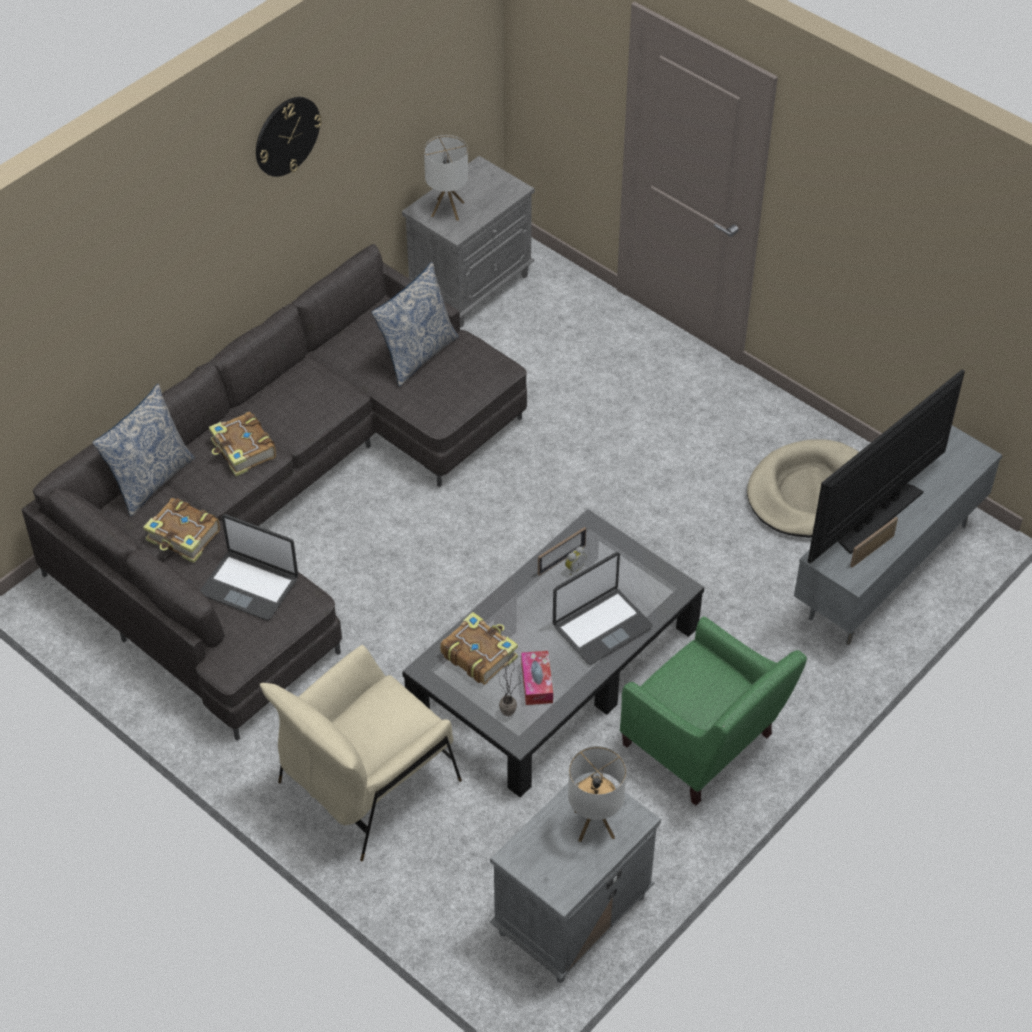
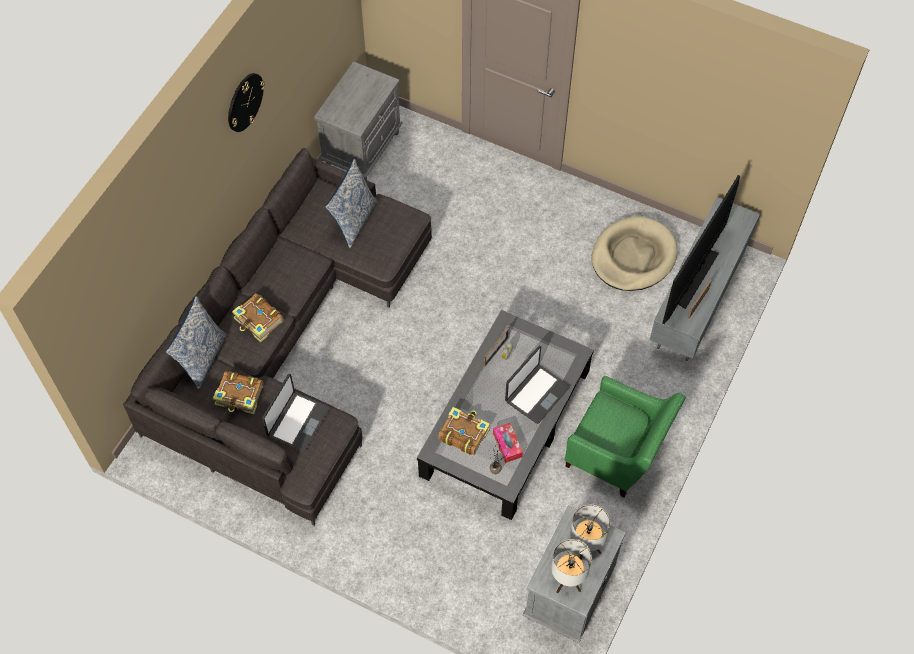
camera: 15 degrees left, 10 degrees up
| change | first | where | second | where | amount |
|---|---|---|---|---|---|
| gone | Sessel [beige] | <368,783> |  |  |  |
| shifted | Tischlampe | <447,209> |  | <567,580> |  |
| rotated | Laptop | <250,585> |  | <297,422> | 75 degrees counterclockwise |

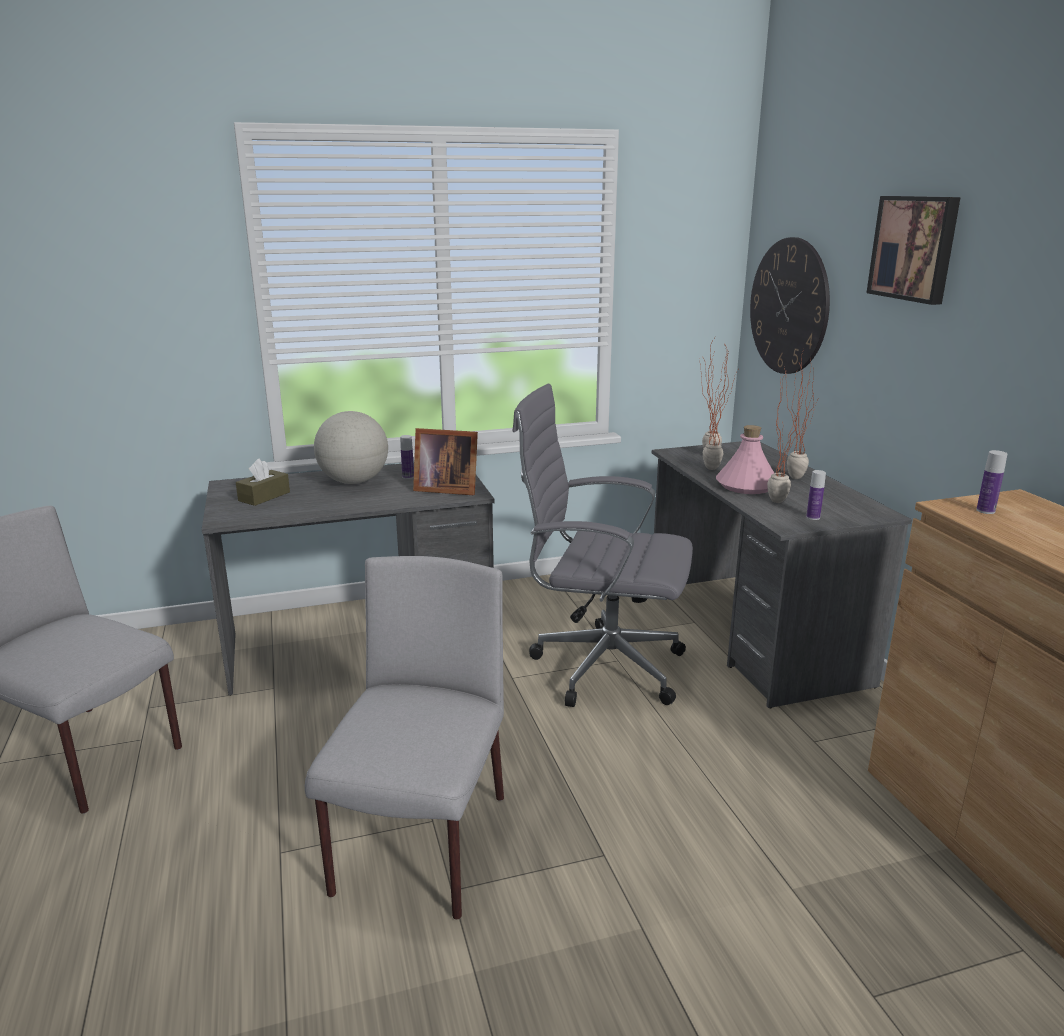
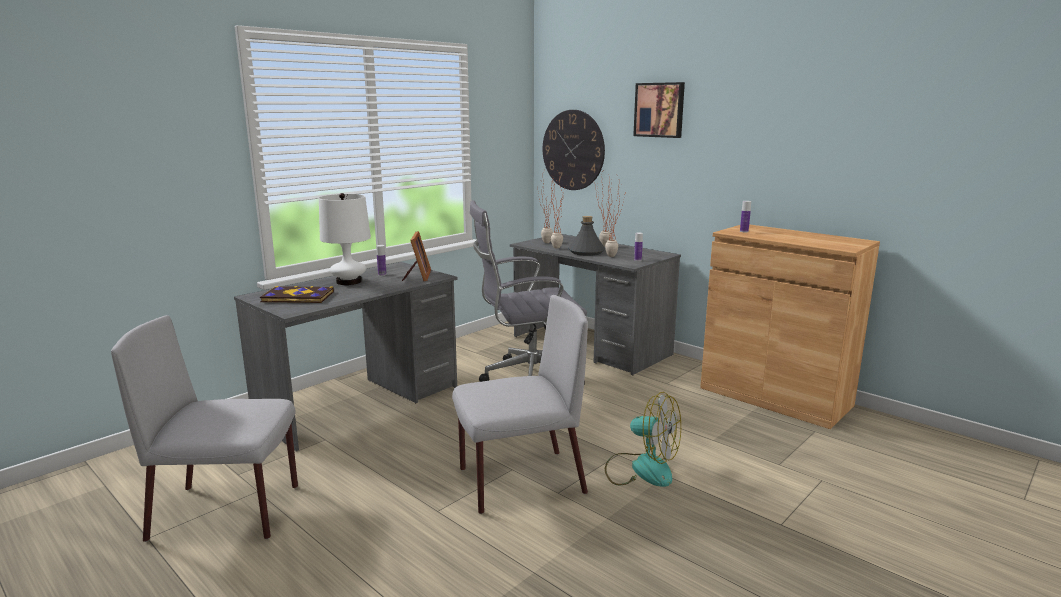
camera: 30 degrees left, 5 degrees down
| change | first | where | second | where | amount |
|---|---|---|---|---|---|
| new |  |  | Ventilator | <641,469> |  |
| swapped | Taschentuchbox [braun] | <264,496> | Buch | <297,297> |  |
| swapped | Globus | <354,481> | Tischlampe [weiß] | <349,281> |  |
| repainted | Flasche [rosa] | <746,485> | Flasche [grau] | <586,252> |  |
| rotated | Stuhl [grau] | <421,847> |  | <519,481> | 90 degrees clockwise |
| rotated | Bilderrahmen | <445,489> |  | <418,276> | 75 degrees counterclockwise |

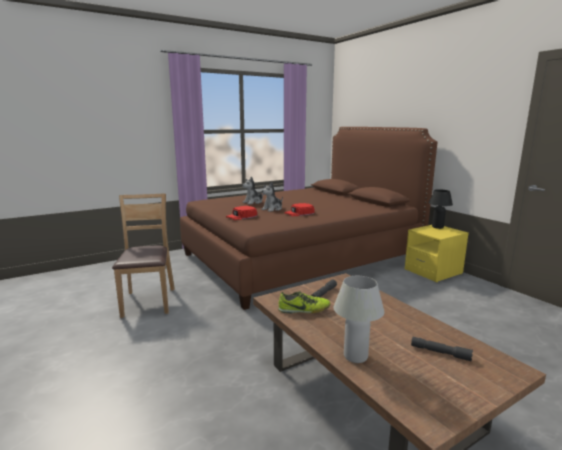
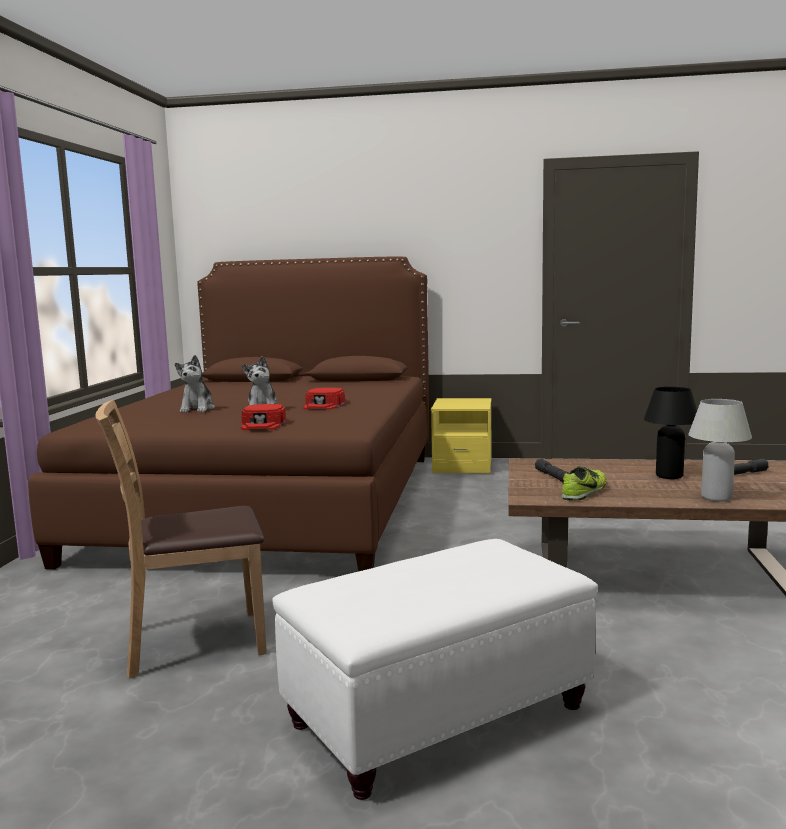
camera: 50 degrees left, 5 degrees down
| change | first | where | second | where | amount |
|---|---|---|---|---|---|
| new |  |  | Polsterhocker [weiß] | <440,715> |  |
| shifted | Tischlampe [schwarz] | <437,227> |  | <669,476> |  |
| rotated | Stuhl [braun] | <148,302> |  | <193,642> | 45 degrees counterclockwise |

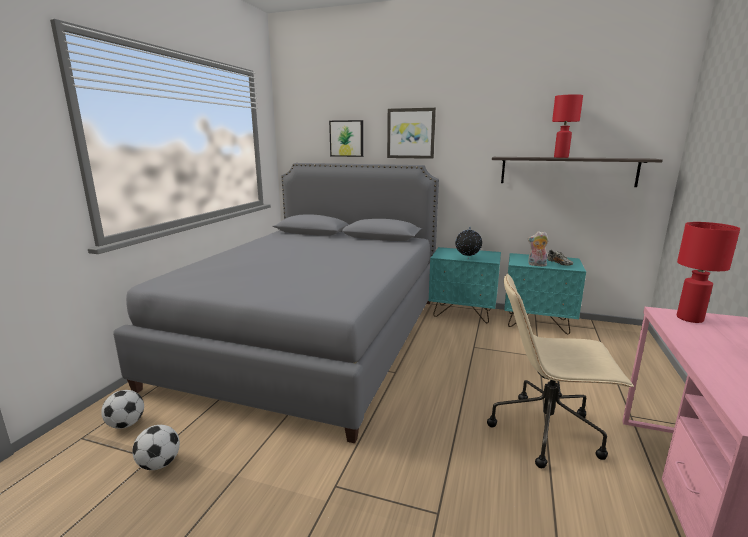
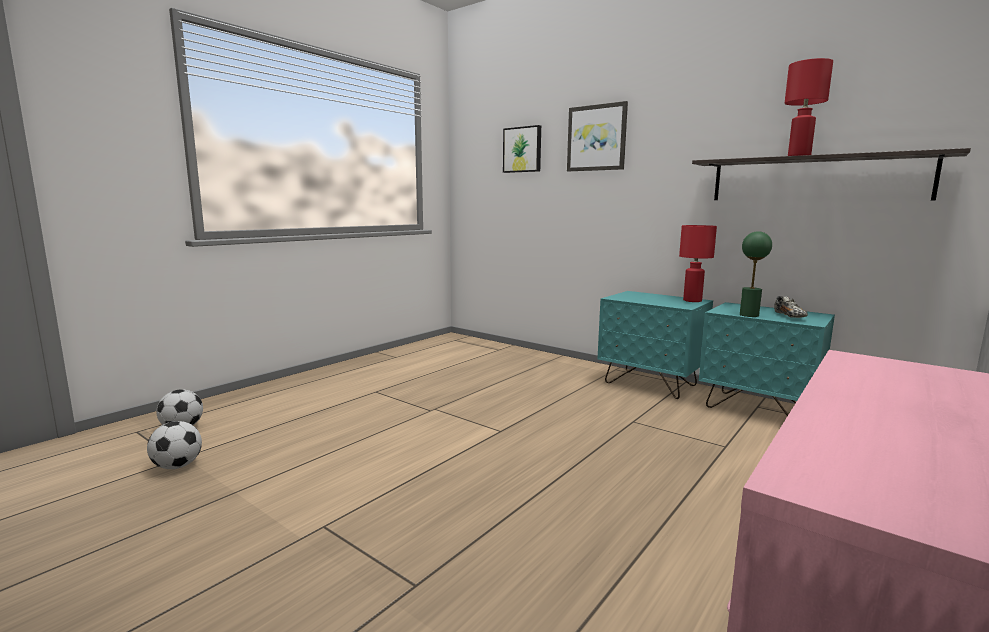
camera: 20 degrees right, 5 degrees down
| change | first | where | second | where | amount |
|---|---|---|---|---|---|
| gone | Bett [grau] | <313,337> |  |  |  |
| gone | Globus | <467,259> |  |  |  |
| gone | Bürostuhl [beige] | <547,431> |  |  |  |
| shifted | Tischlampe [rot] | <690,318> |  | <693,301> |  |
| swapped | Plüschtier | <536,265> | Tischlampe [grün] | <749,315> |  |

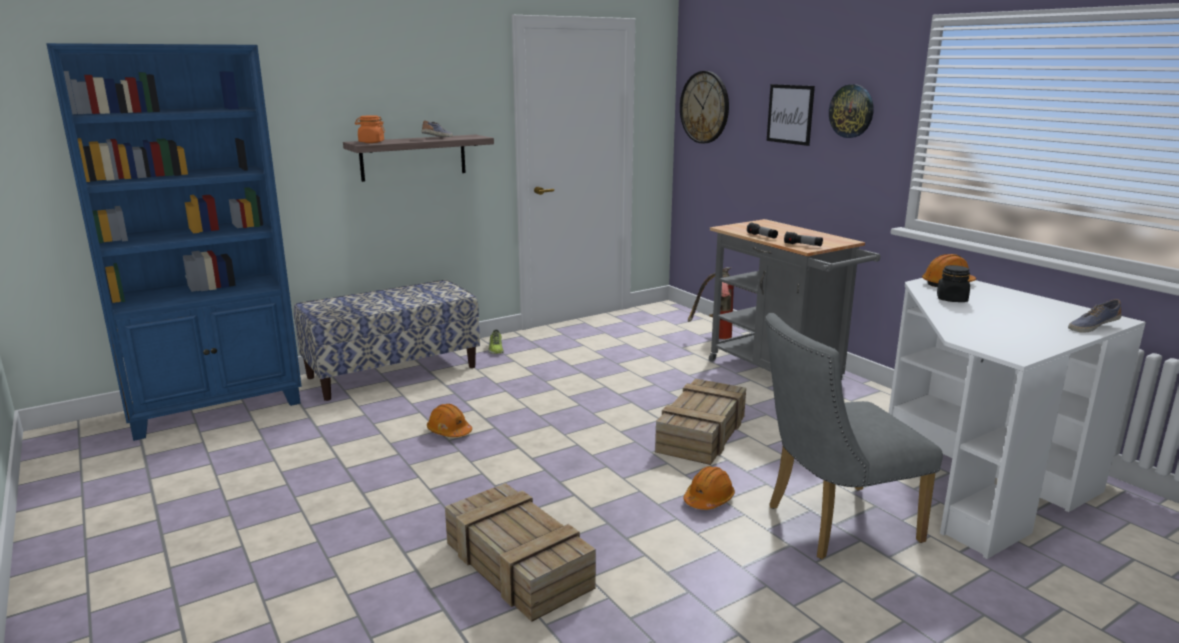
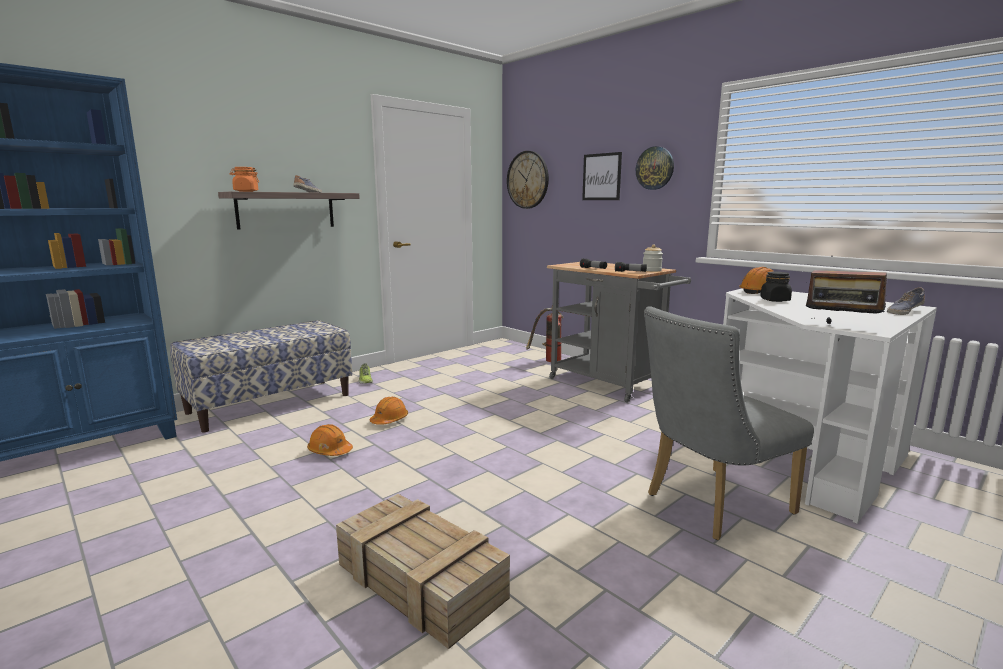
camera: 10 degrees left, 5 degrees down
| change | first | where | second | where | amount |
|---|---|---|---|---|---|
| gone | Kiste | <701,434> |  |  |  |
| new |  |  | Vorratsglas | <651,270> |  |
| new |  |  | Radio | <841,326> |  |
| shifted | Schutzhelm [orange] | <708,499> |  | <389,420> |  |

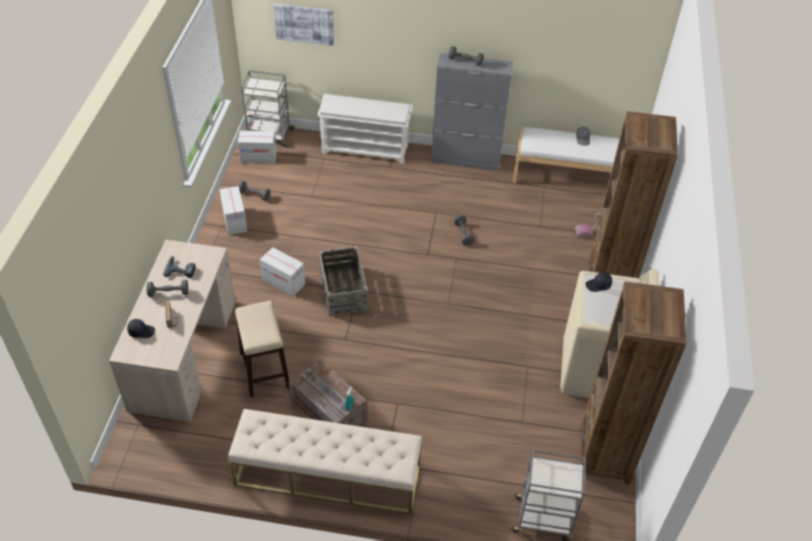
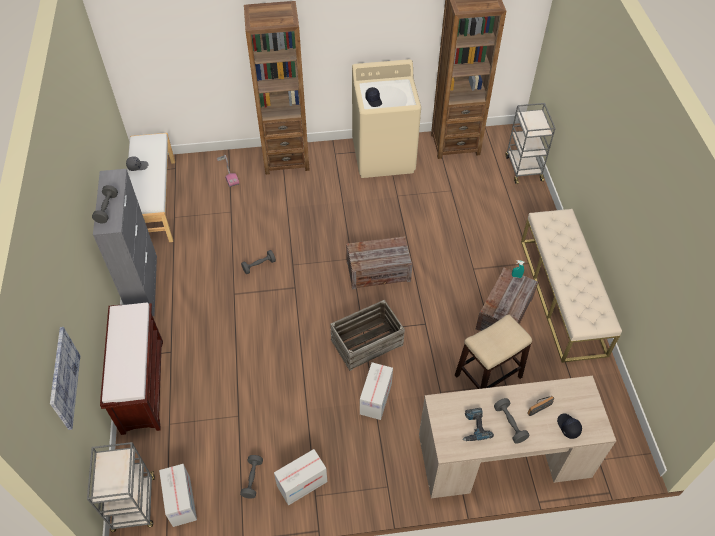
camera: 105 degrees left, 5 degrees up
| change | first | where | second | where | amount |
|---|---|---|---|---|---|
| new |  |  | Kiste | <378,271> |  |
| swapped | Schuhregal [weiß] | <366,149> | Bank [braun] | <142,385> |  |

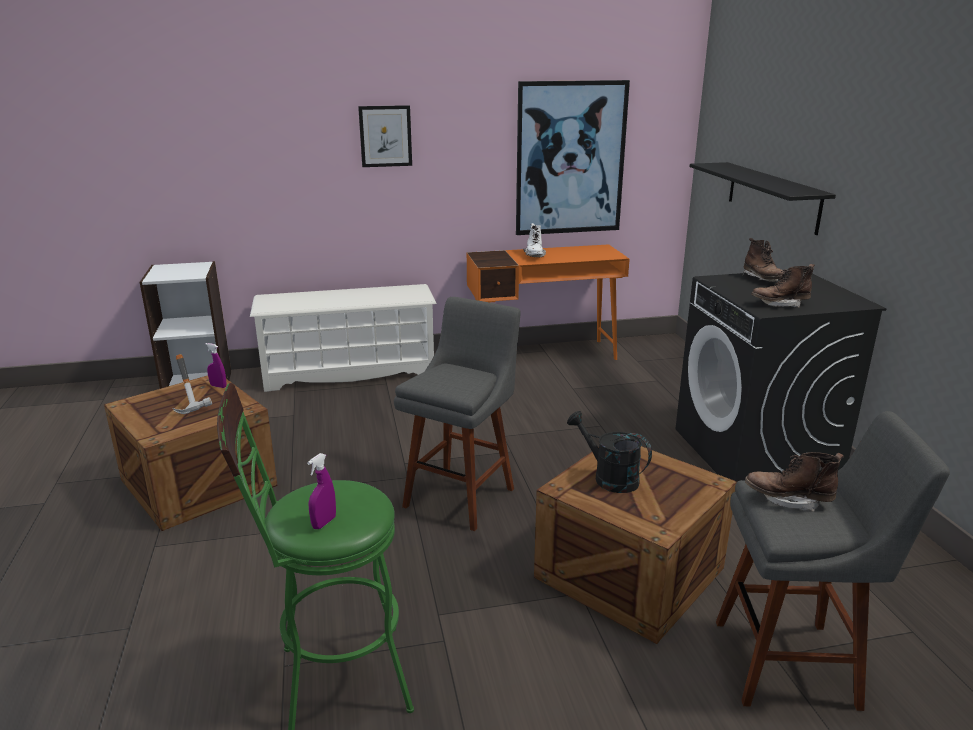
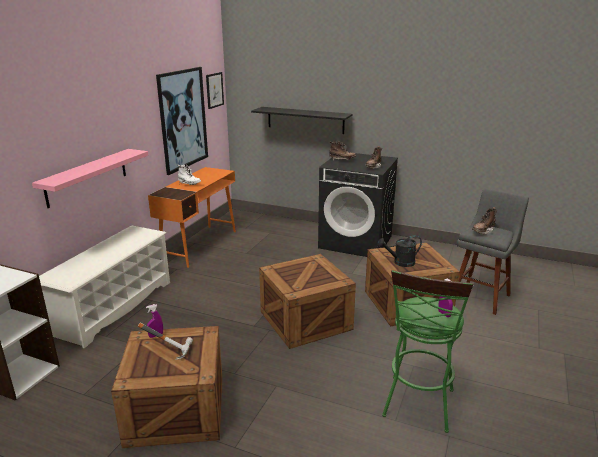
camera: 55 degrees left, 0 degrees up
| change | first | where | second | where | amount |
|---|---|---|---|---|---|
| new |  |  | Wandregal [rosa] | <87,177> |  |
| shifted | Bild | <385,136> |  | <214,90> |  |
| swapped | Hocker [grau] | <462,494> | Kiste | <306,319> |  |

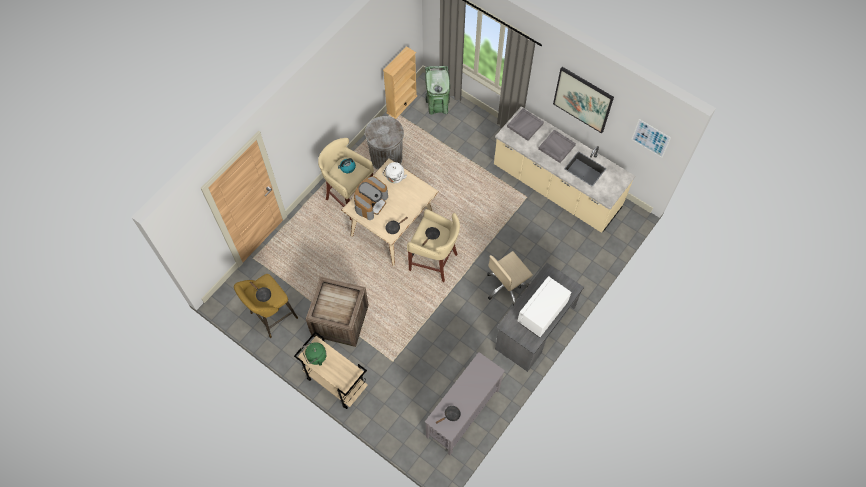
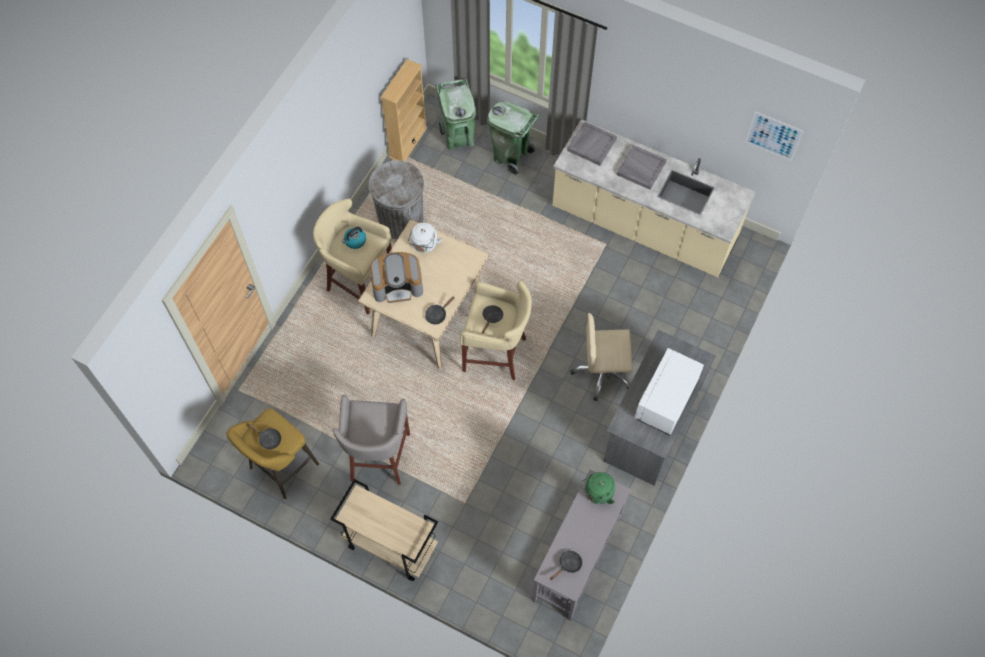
camera: 10 degrees left, 0 degrees up
| change | first | where | second | where | amount |
|---|---|---|---|---|---|
| gone | Bild | <583,99> |  |  |  |
| new |  |  | Mülleimer [grün] | <511,156> |  |
| shifted | Wasserkessel [grün] | <315,357> |  | <597,493> |  |
| swapped | Kiste | <339,321> | Hocker [grau] | <378,458> |  |
| rotated | Kaffeemaschine | <371,203> |  | <397,285> | 60 degrees clockwise |
| rotated | Bürostuhl [beige] | <507,286> |  | <603,372> | 45 degrees clockwise |

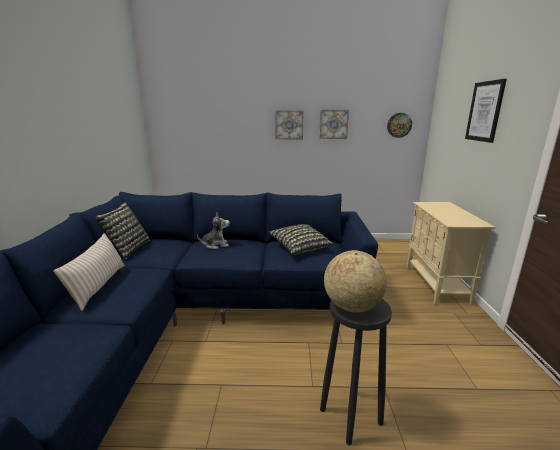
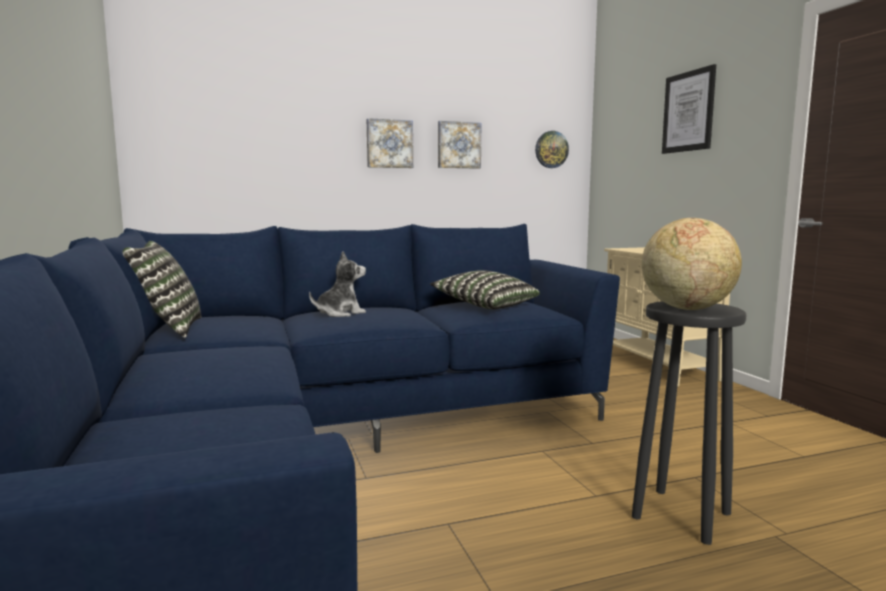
camera: 20 degrees left, 10 degrees down
| change | first | where | second | where | amount |
|---|---|---|---|---|---|
| gone | Kissen [beige] | <98,285> |  |  |  |

